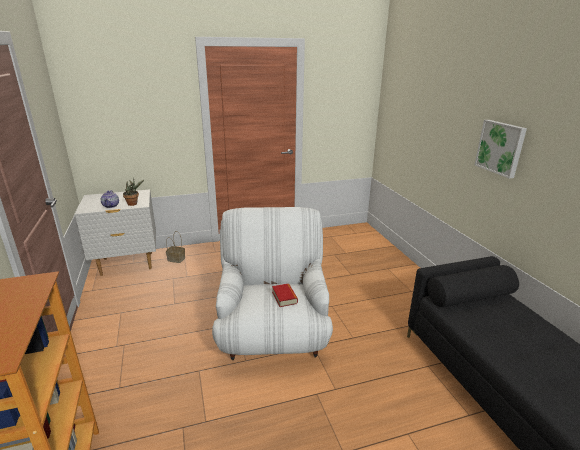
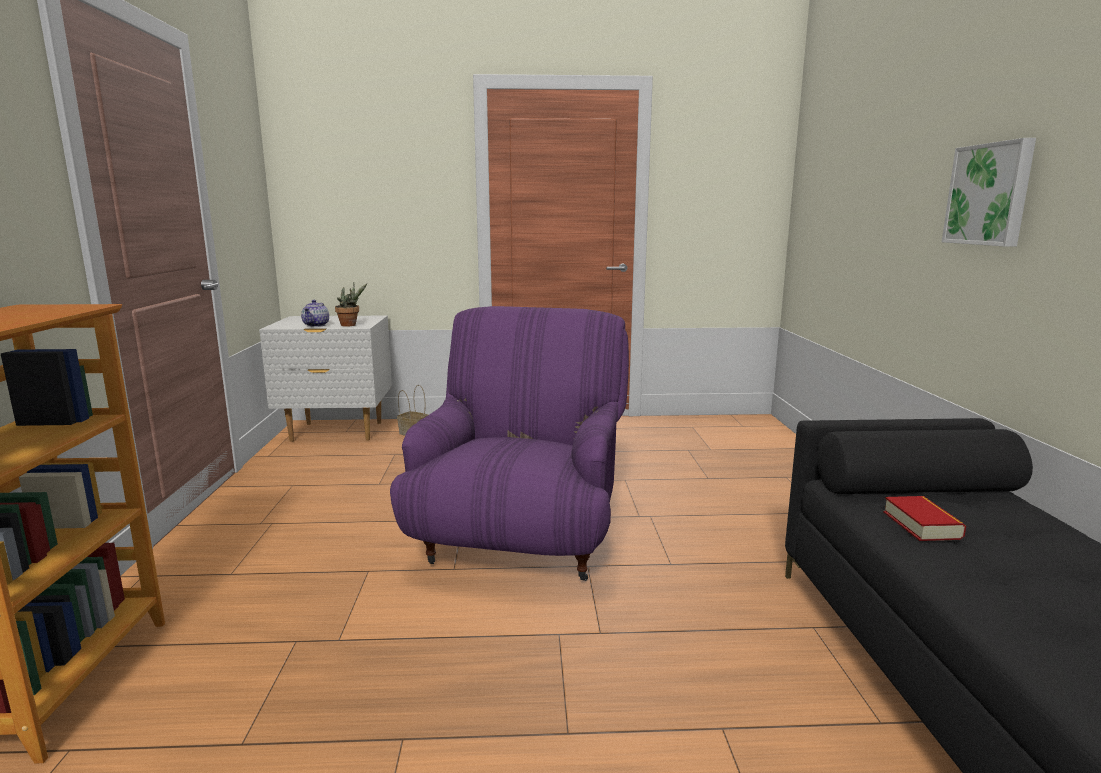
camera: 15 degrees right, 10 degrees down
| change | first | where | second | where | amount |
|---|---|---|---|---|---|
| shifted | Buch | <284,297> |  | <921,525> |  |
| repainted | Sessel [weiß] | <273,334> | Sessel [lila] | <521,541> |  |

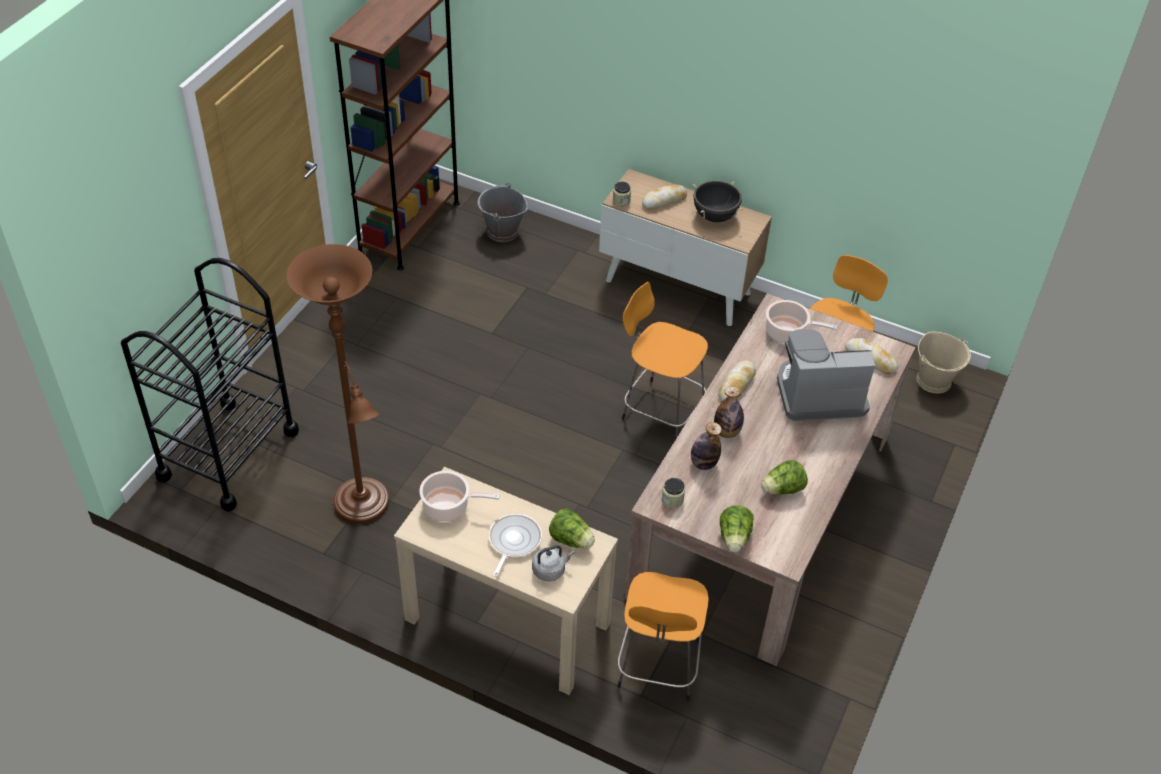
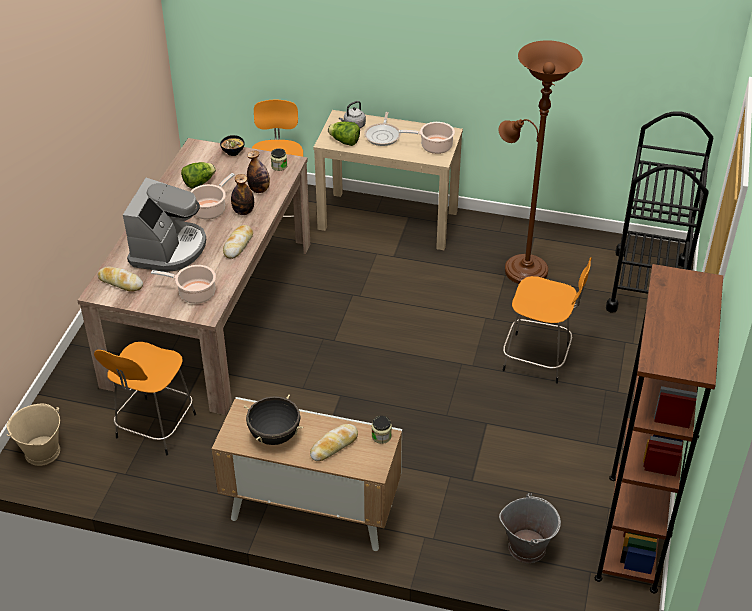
camera: 170 degrees right, 5 degrees down
| change | first | where | second | where | amount |
|---|---|---|---|---|---|
| new |  |  | Kochtopf | <210,209> |  |
| shifted | Hocker [orange] | <660,410> |  | <539,359> |  |
| swapped | Salatkopf | <734,538> | Schüssel | <232,152> |  |
| rotated | Kaffeemaschine | <818,393> |  | <168,249> | 60 degrees counterclockwise |

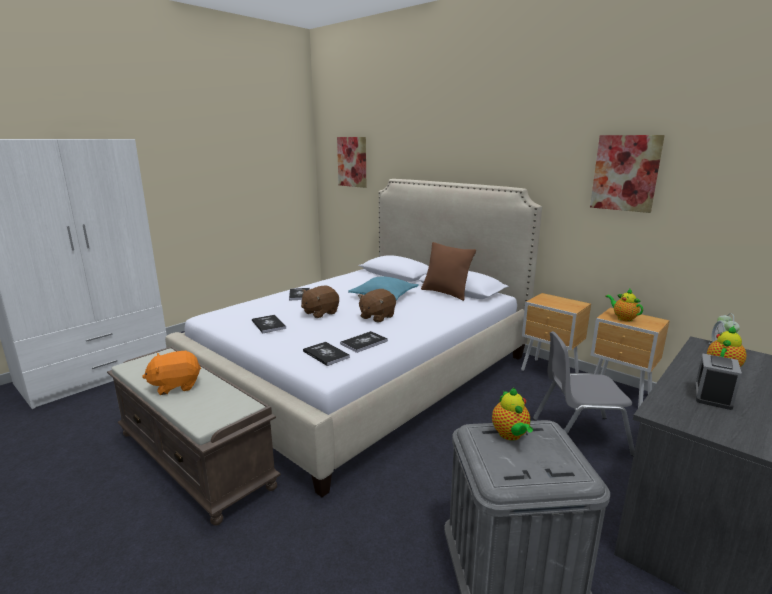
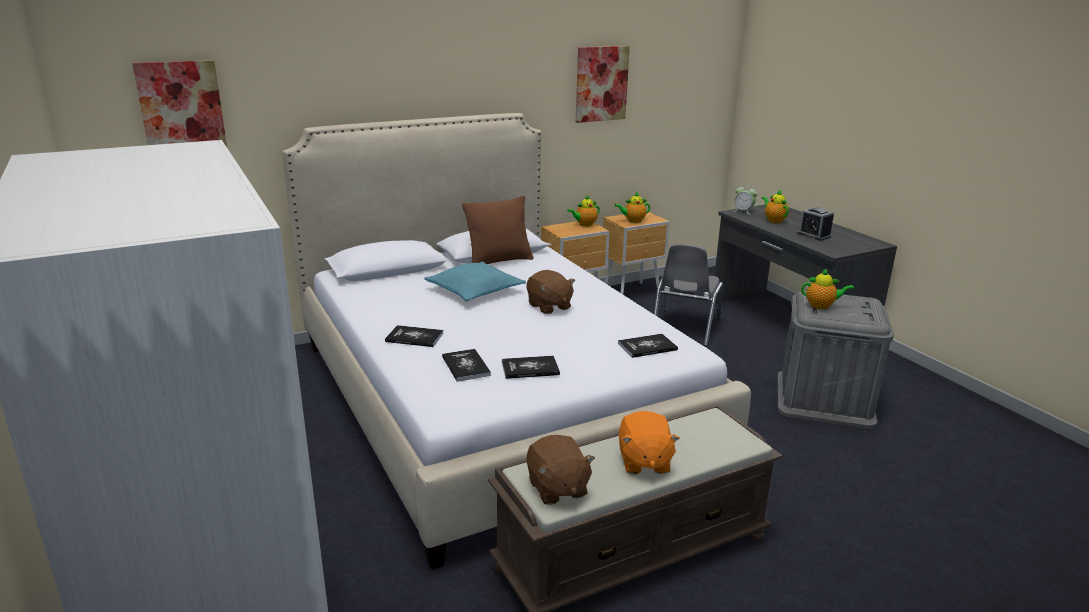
camera: 70 degrees left, 5 degrees up
| change | first | where | second | where | amount |
|---|---|---|---|---|---|
| new |  |  | Teekanne | <584,224> |  |
| shifted | Plüschtier [braun] | <320,313> |  | <557,488> |  |
| shifted | Buch | <364,342> |  | <466,366> |  |

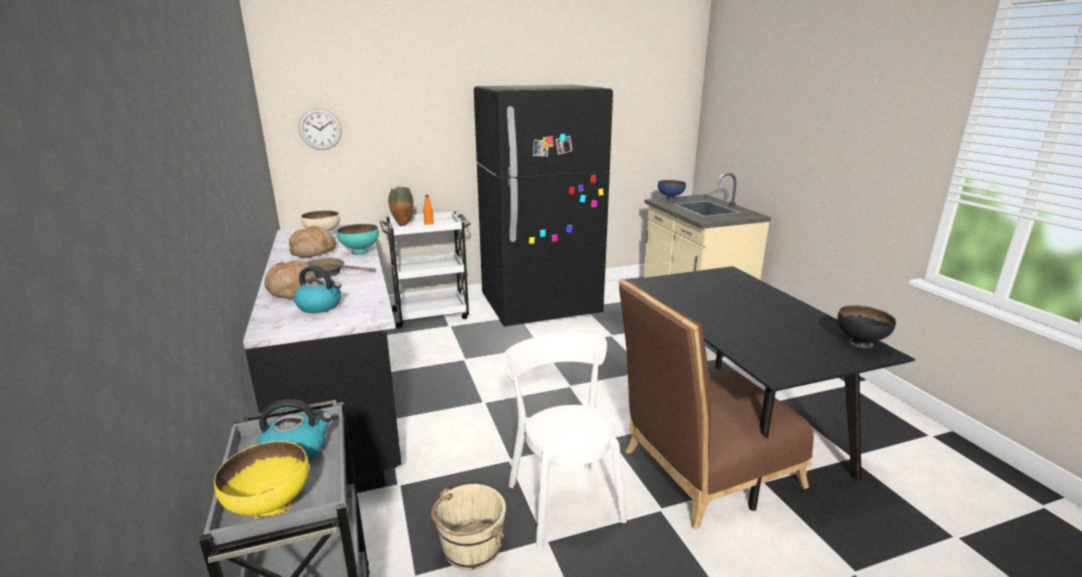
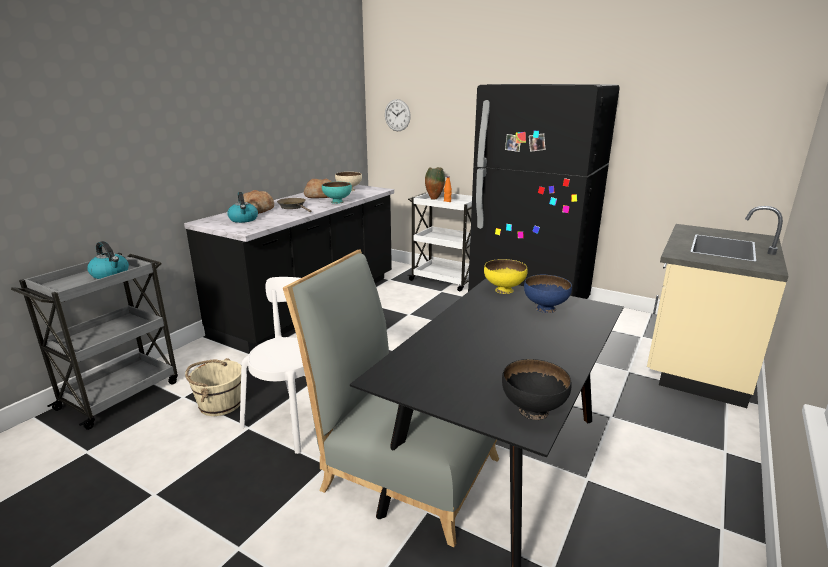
camera: 50 degrees right, 0 degrees up
| change | first | where | second | where | amount |
|---|---|---|---|---|---|
| shifted | Schüssel [gelb] | <271,507> |  | <504,290> |  |
| shifted | Schüssel [blau] | <670,199> |  | <545,308> |  |
| repainted | Stuhl [braun] | <702,471> | Stuhl [grau] | <401,469> |  |

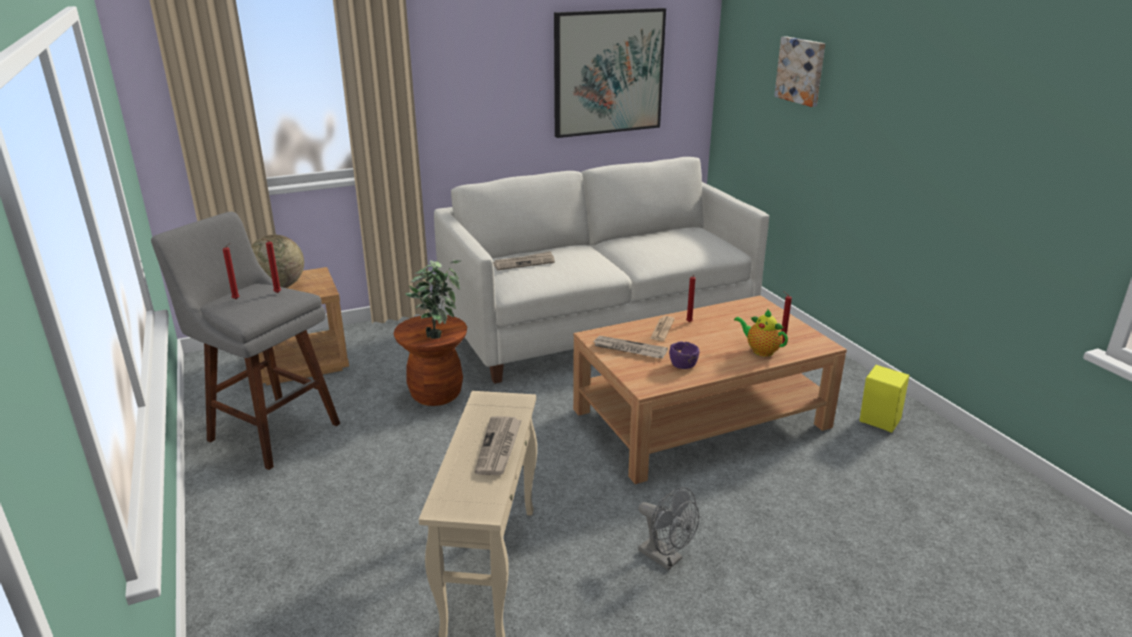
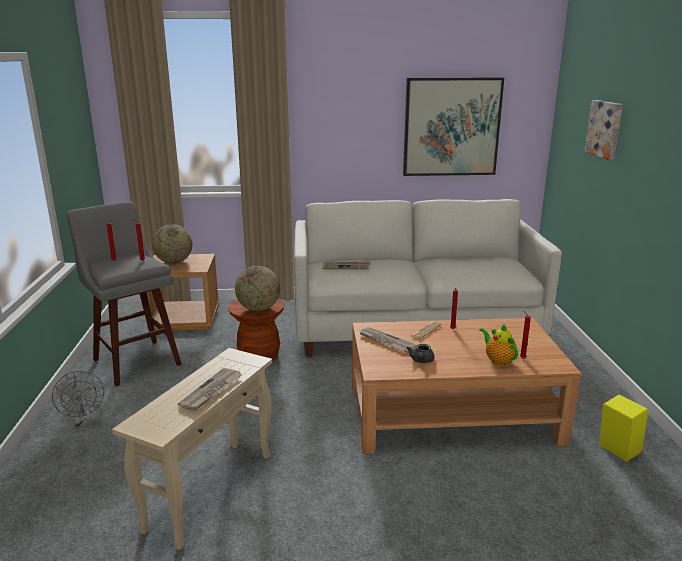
camera: 20 degrees right, 5 degrees down
| change | first | where | second | where | amount |
|---|---|---|---|---|---|
| shifted | Ventilator [grau] | <666,558> |  | <84,422> |  |
| swapped | Topfpflanze | <438,333> | Globus | <258,308> |  |
| swapped | Schüssel [lila] | <683,365> | Teekanne [grau] | <421,361> |  |

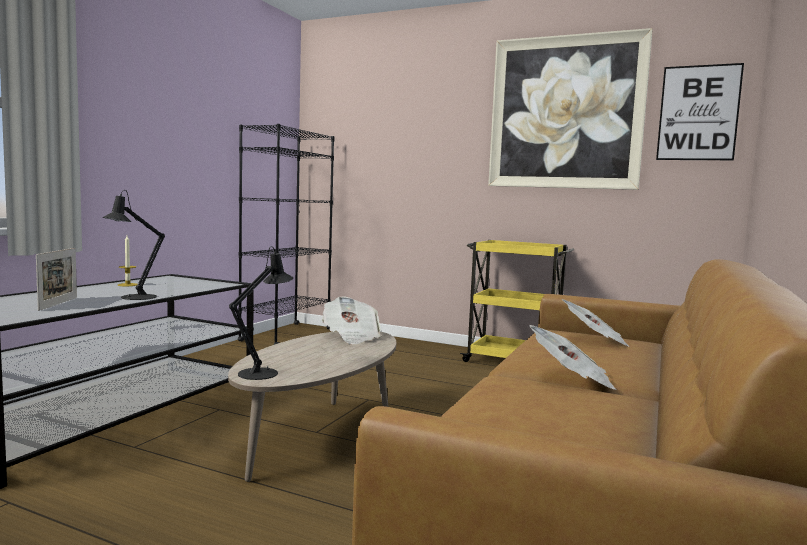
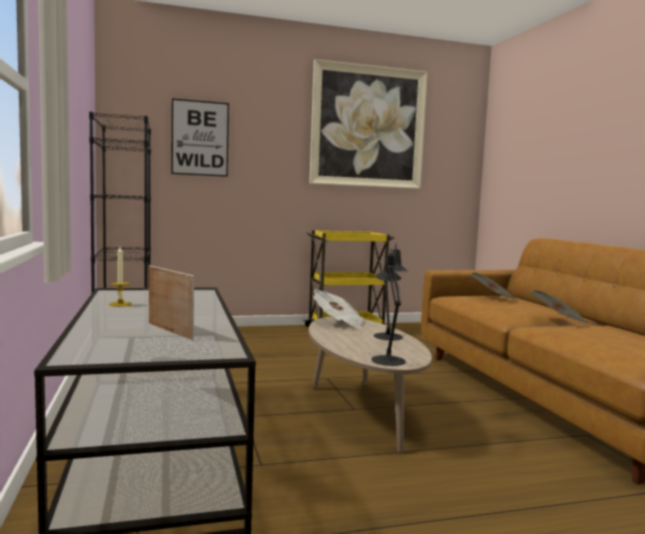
camera: 40 degrees left, 0 degrees up
| change | first | where | second | where | amount |
|---|---|---|---|---|---|
| shifted | Tischlampe [schwarz] | <134,297> |  | <389,337> |  |
| shifted | Bild | <698,113> |  | <200,138> |  |

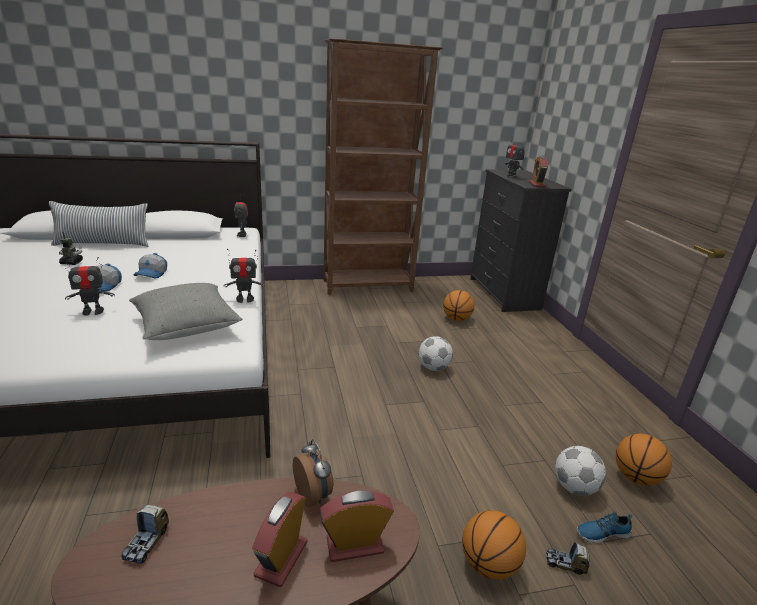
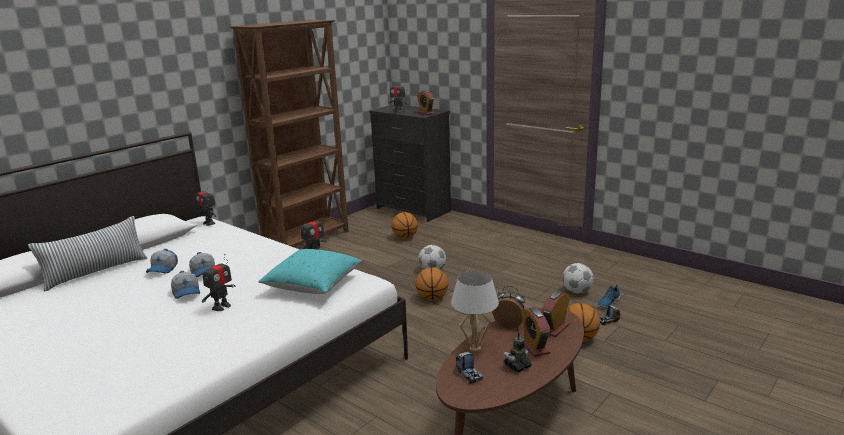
camera: 35 degrees left, 5 degrees down
| change | first | where | second | where | amount |
|---|---|---|---|---|---|
| new |  |  | Kappe | <163,269> |  |
| new |  |  | Tischlampe [weiß] | <475,348> |  |
| shifted | Spielzeugroboter | <71,263> |  | <517,366> |  |
| shifted | Basketball | <636,477> |  | <432,298> |  |
| repainted | Kissen [grau] | <186,327> | Kissen [türkis] | <313,285> |  |

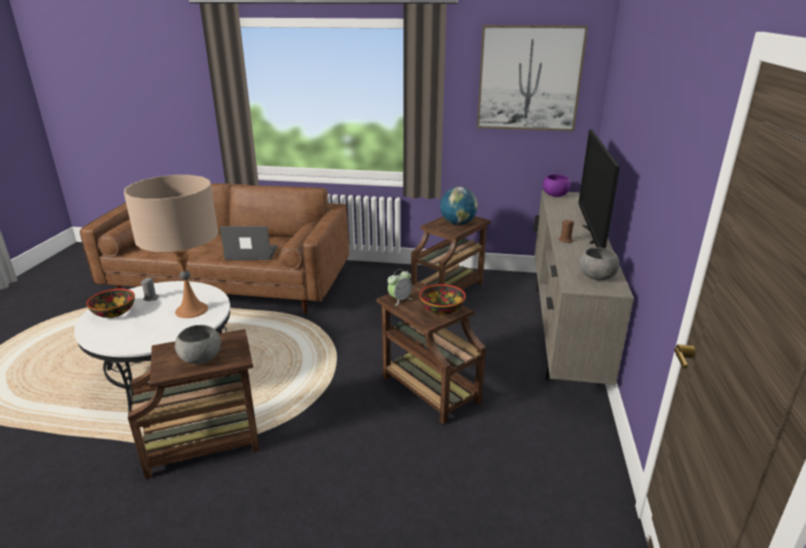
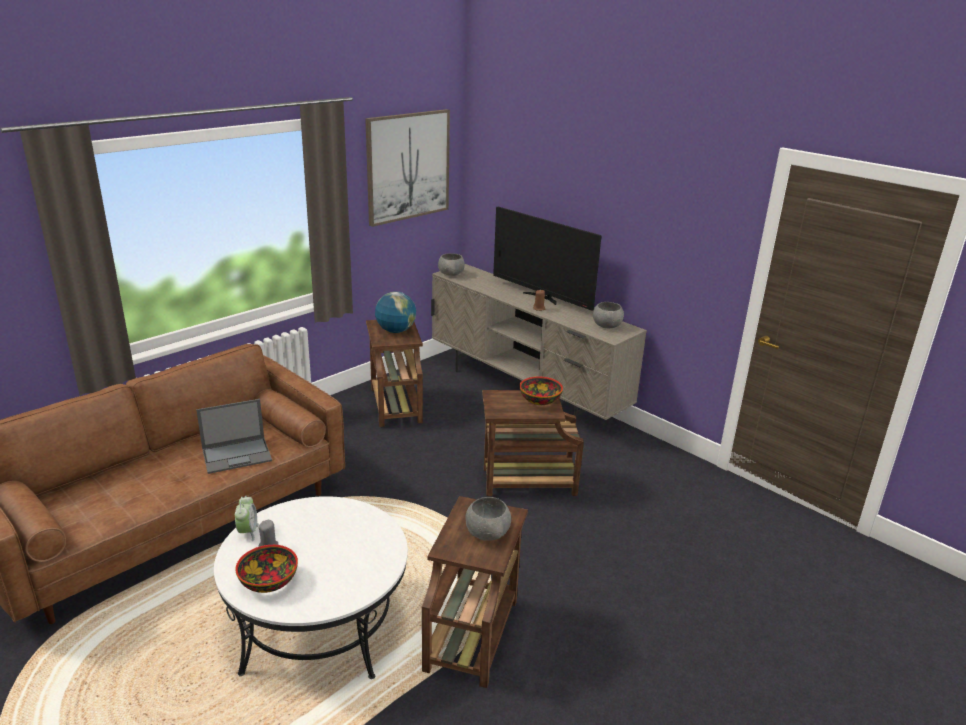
camera: 55 degrees left, 0 degrees up
| change | first | where | second | where | amount |
|---|---|---|---|---|---|
| gone | Tischlampe [beige] | <191,310> |  |  |  |
| shifted | Wecker | <400,300> |  | <248,532> |  |
| repainted | Schüssel [lila] | <555,195> | Schüssel [grau] | <450,274> |  |
| rotated | Laptop | <251,253> |  | <237,455> | 150 degrees counterclockwise |

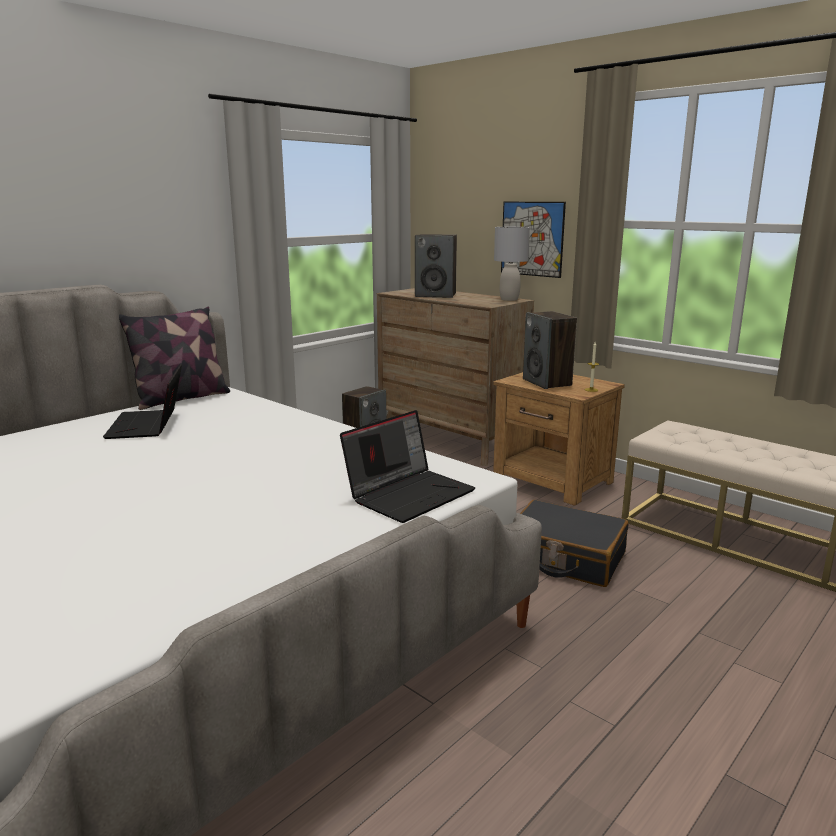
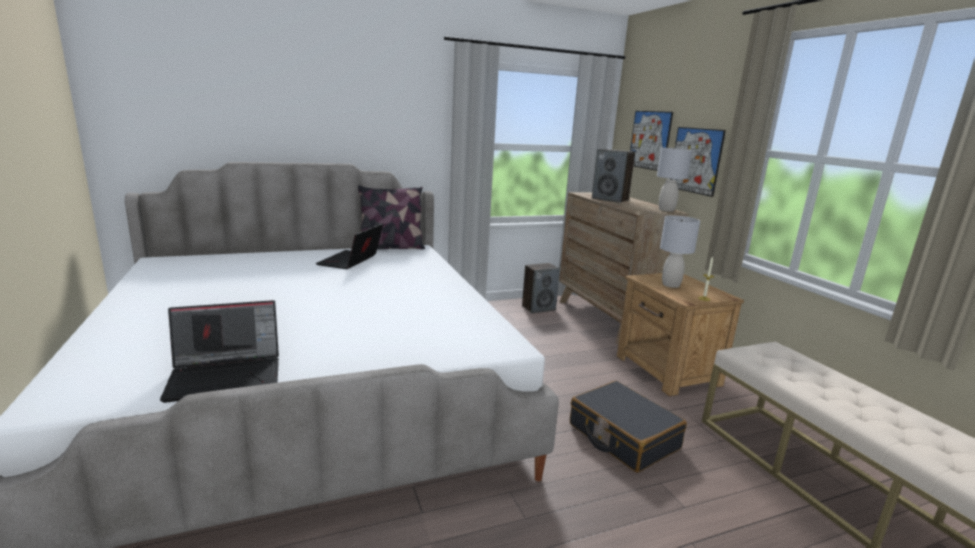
camera: 25 degrees right, 0 degrees up
| change | first | where | second | where | amount |
|---|---|---|---|---|---|
| new |  |  | Bild | <649,140> |  |
| shifted | Laptop | <409,494> |  | <227,375> |  |
| swapped | Lautsprecher | <547,382> | Tischlampe [grau] | <671,285> |  |

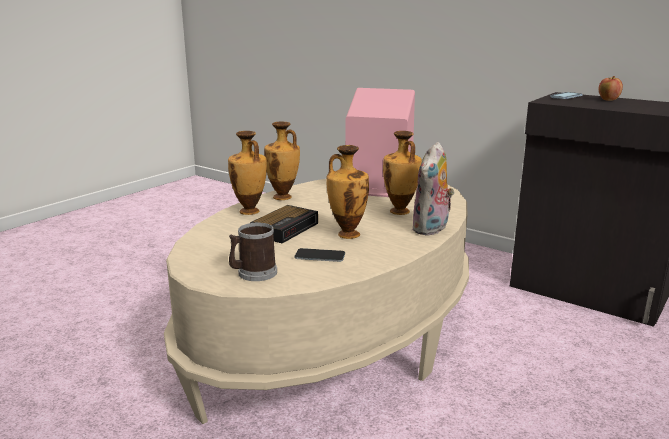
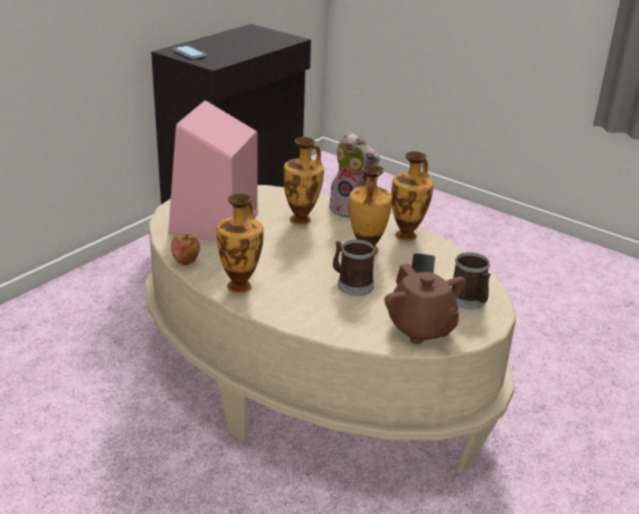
camera: 90 degrees left, 10 degrees up
| change | first | where | second | where | amount |
|---|---|---|---|---|---|
| new |  |  | Teekanne [braun] | <421,329> |  |
| shifted | Vase | <249,212> |  | <407,235> |  |
| shifted | Apfel | <608,100> |  | <185,262> |  |
| swapped | Wecker | <286,228> | Henkelbecher | <351,284> |  |

